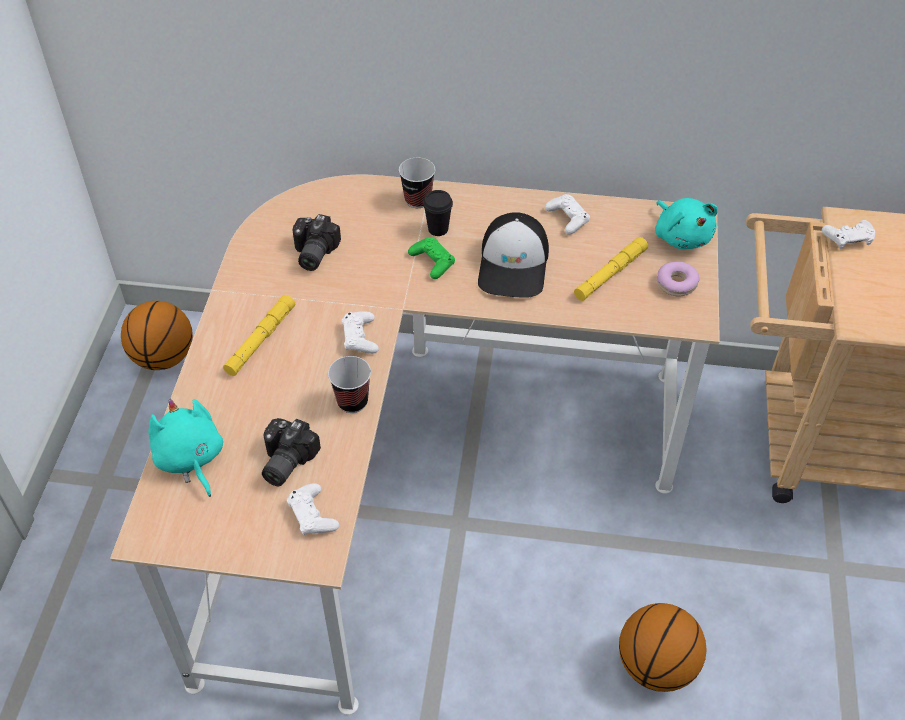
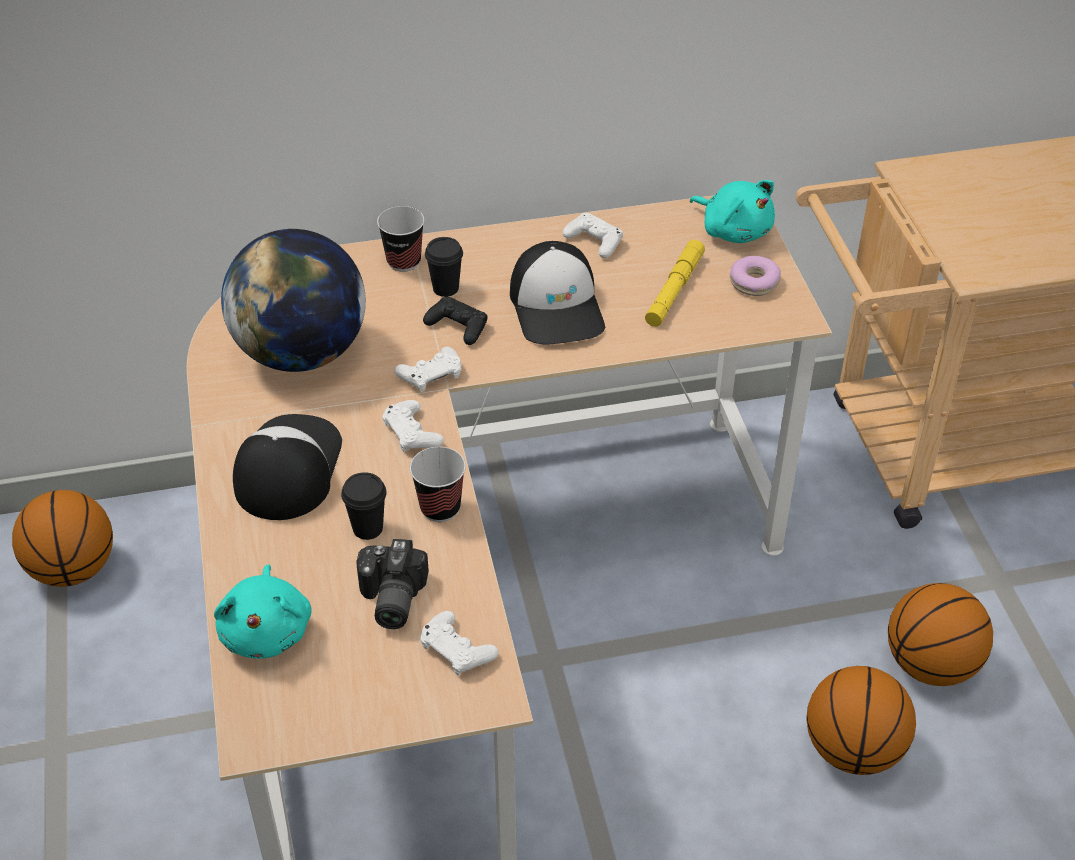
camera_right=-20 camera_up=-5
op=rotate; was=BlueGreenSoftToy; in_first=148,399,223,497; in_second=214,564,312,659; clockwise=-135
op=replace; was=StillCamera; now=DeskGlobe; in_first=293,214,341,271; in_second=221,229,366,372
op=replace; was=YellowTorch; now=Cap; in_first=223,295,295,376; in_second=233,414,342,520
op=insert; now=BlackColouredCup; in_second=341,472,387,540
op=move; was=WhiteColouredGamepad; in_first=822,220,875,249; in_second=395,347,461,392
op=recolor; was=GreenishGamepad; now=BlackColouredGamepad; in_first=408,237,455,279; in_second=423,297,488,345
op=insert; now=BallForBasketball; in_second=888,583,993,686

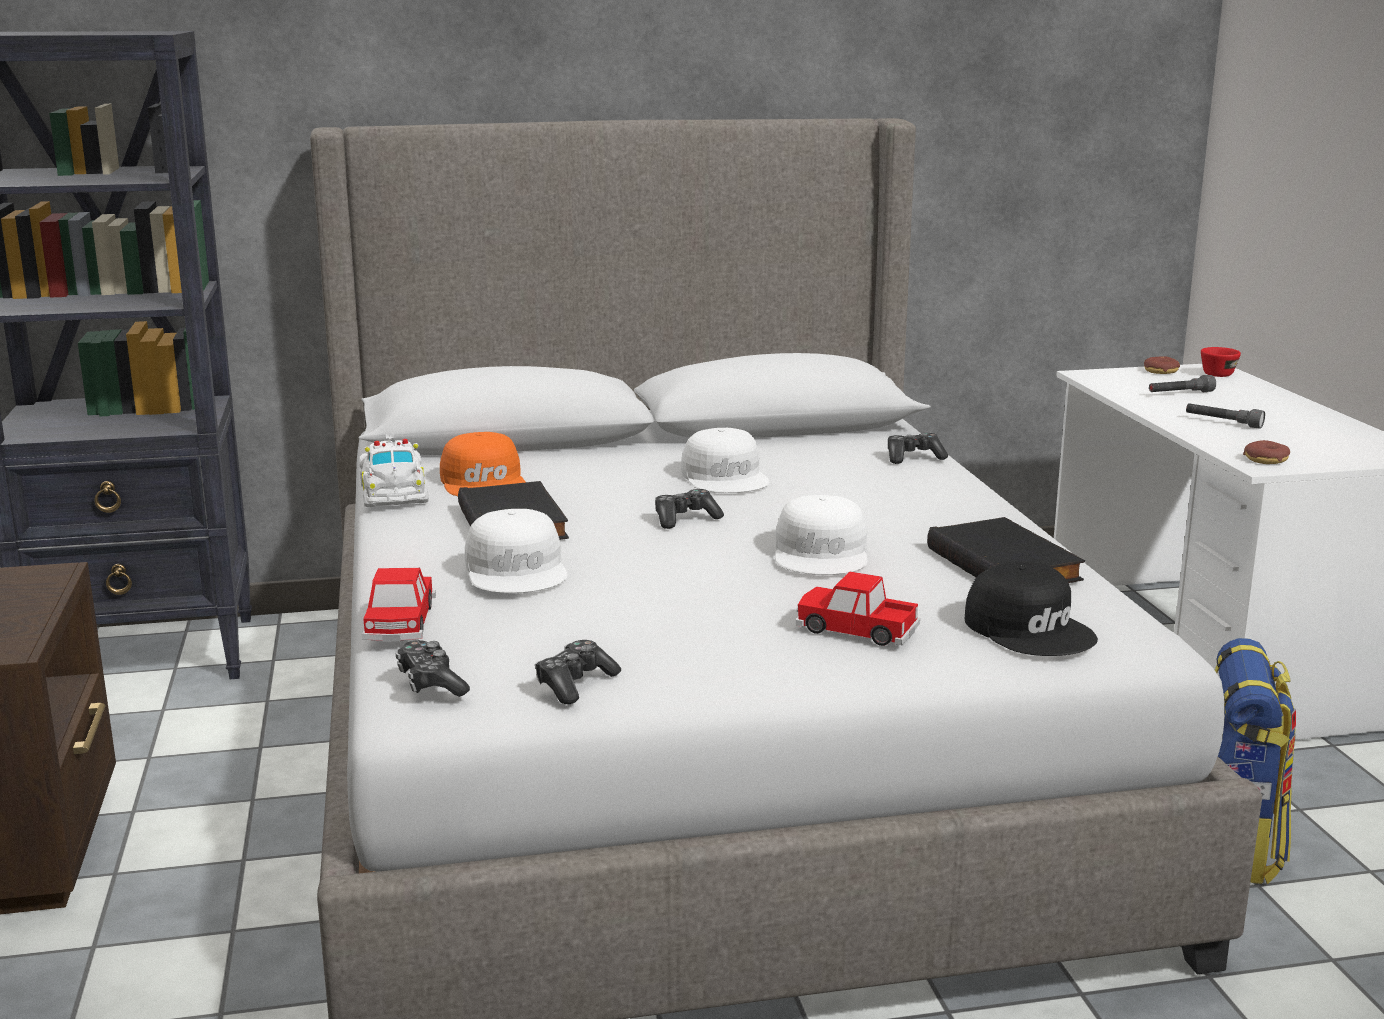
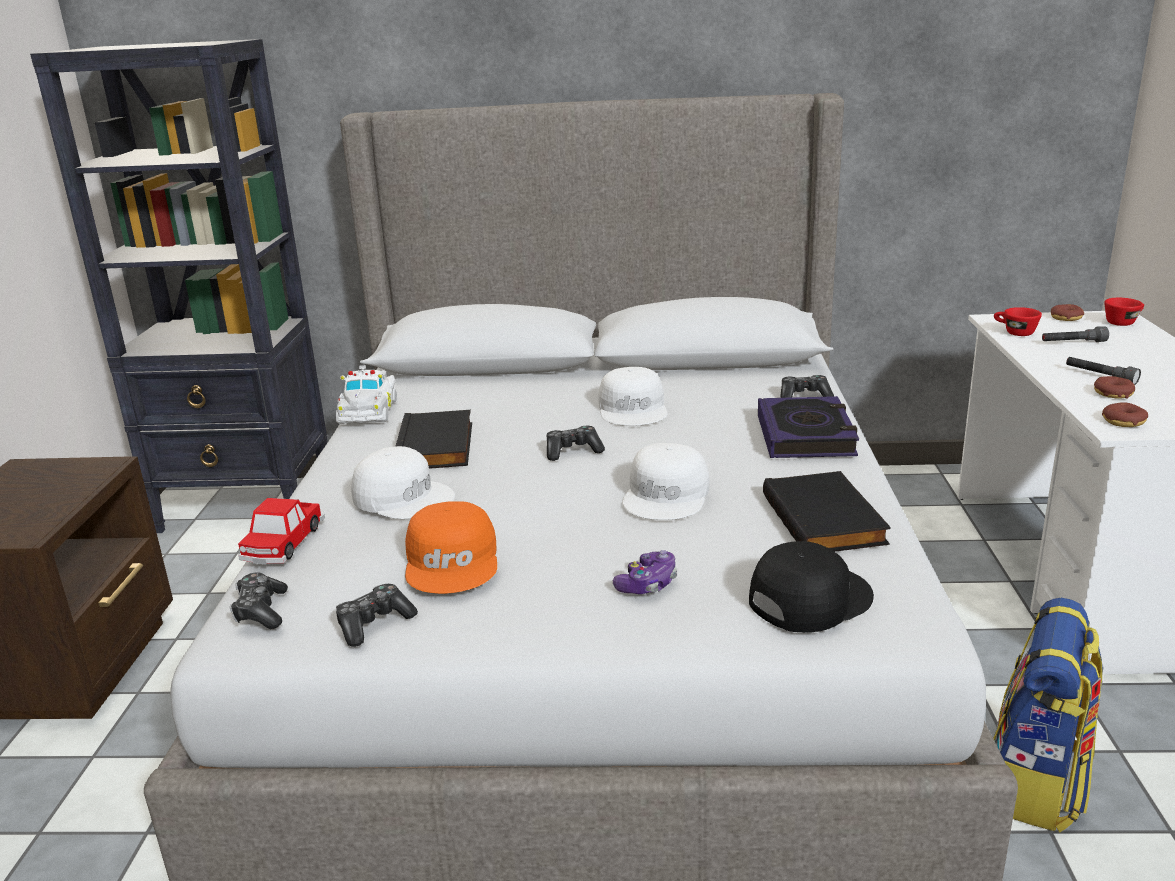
camera_right=15 camera_up=5
op=rotate; was=WhiteColouredCap; in_first=465,509,568,593; in_second=351,446,455,519; clockwise=-60
op=move; was=OrangeyCap; in_first=440,432,525,496; in_second=405,501,497,594
op=replace; was=MiniatureCar; now=Gamepad; in_first=796,572,920,646; in_second=613,550,677,594
op=rotate; was=BlackColouredCap; in_first=965,561,1098,656; in_second=749,541,874,632; clockwise=-105
op=insert; now=Volume; in_second=758,396,859,458
op=insert; now=RedColouredCup; in_second=994,307,1042,336
op=insert; now=RingDoughnut; in_second=1094,376,1135,399

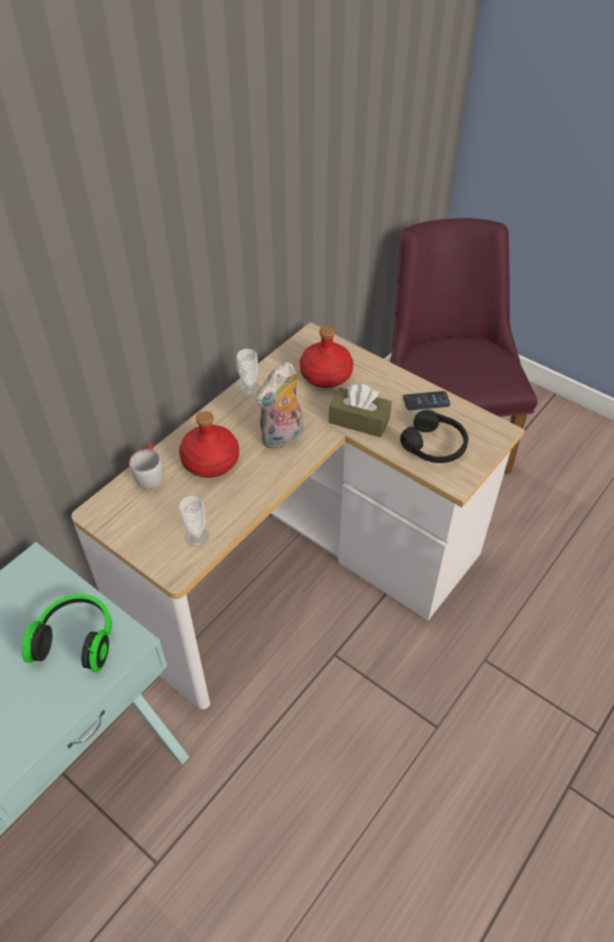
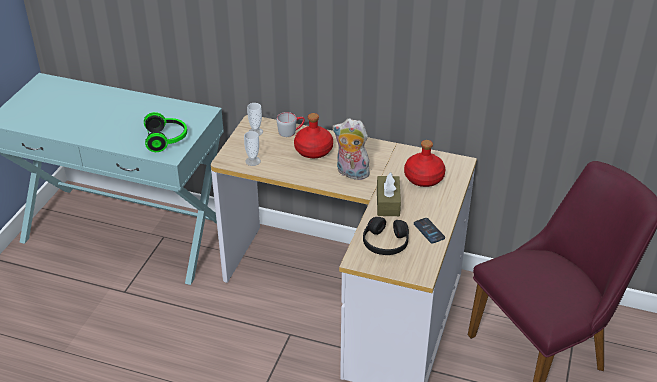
camera_right=70 camera_up=-10
op=move; was=Cup; in_first=237,349,260,396; in_second=247,103,263,136

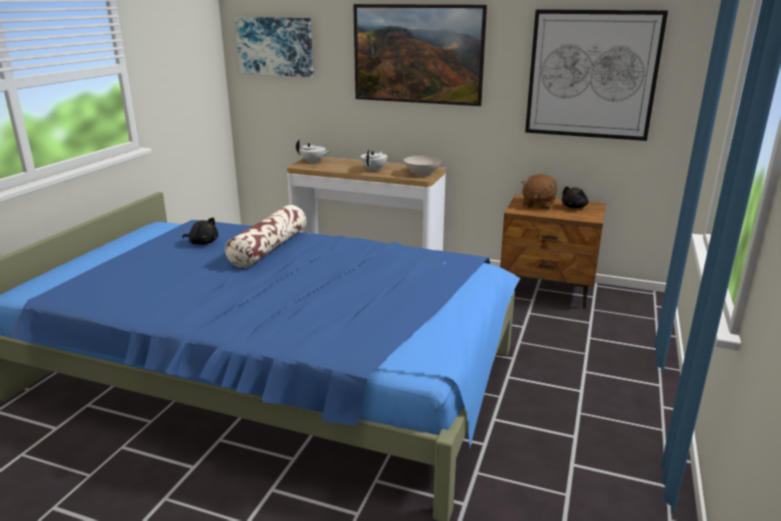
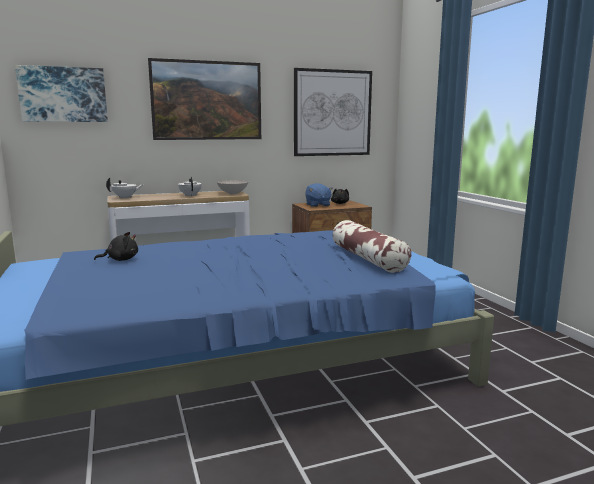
camera_right=-40 camera_up=-10
op=recolor; was=BrownColouredSoftToy; now=BlueColouredSoftToy; in_first=521,174,557,209; in_second=305,183,333,207
op=move; was=Cushion; in_first=225,205,306,268; in_second=333,220,411,273

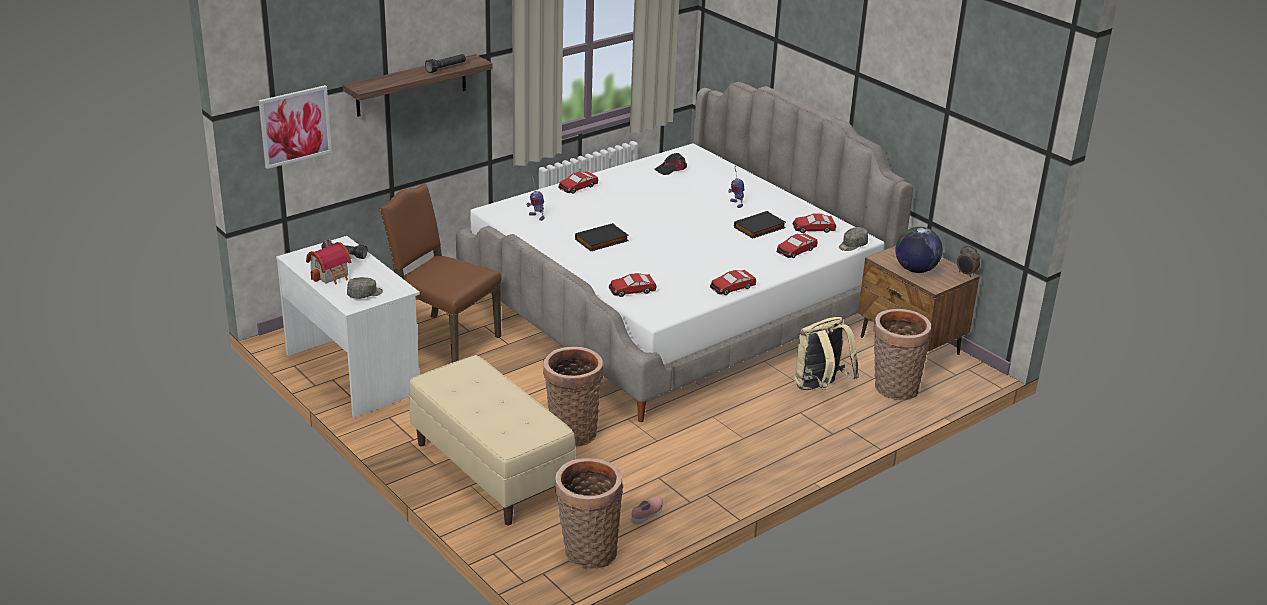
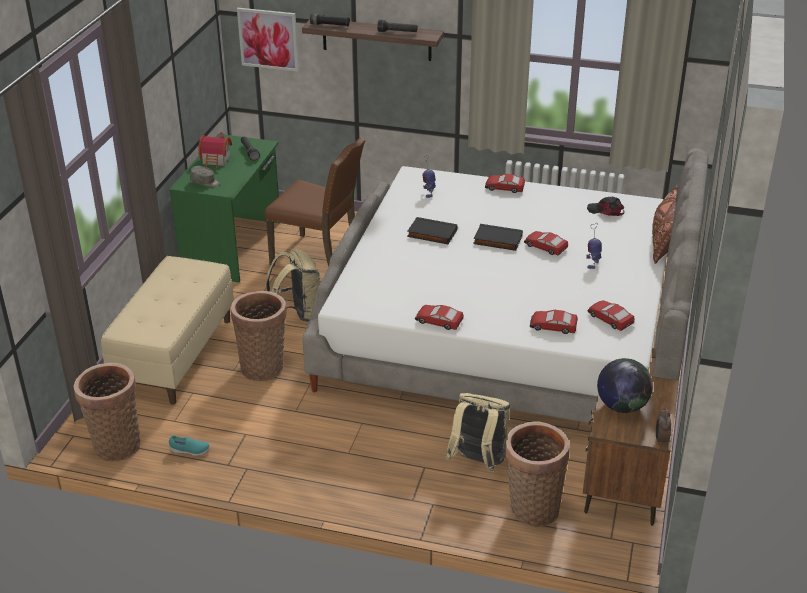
camera_right=55 camera_up=5
op=recolor; was=WhiteColouredDesk; now=GreenishDesk; in_first=276,236,420,418; in_second=169,134,279,282
op=recolor; was=PinkishItemOfFootwear; now=BlueGreenItemOfFootwear; in_first=631,496,663,524; in_second=169,435,210,456
op=rotate; was=BrownColouredChair; in_first=379,184,502,363; in_second=264,138,365,267; clockwise=120
op=insert; now=SandColouredBackpack; in_second=266,248,320,322
op=insert; now=BlackColouredTorch; in_second=310,13,350,26
op=move; was=BlackColouredVolume; in_first=734,211,786,238; in_second=473,224,523,251
op=move; was=MiniatureCar; in_first=609,273,657,297; in_second=524,231,568,255
op=insert; now=BrownColouredCushion; in_second=652,185,678,264
op=delete; was=GreyCap; in_first=839,227,868,251

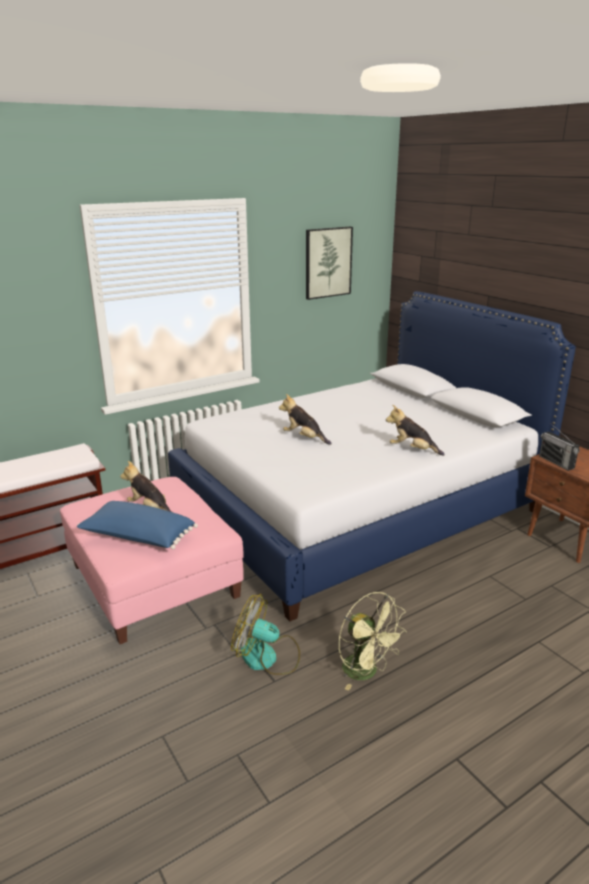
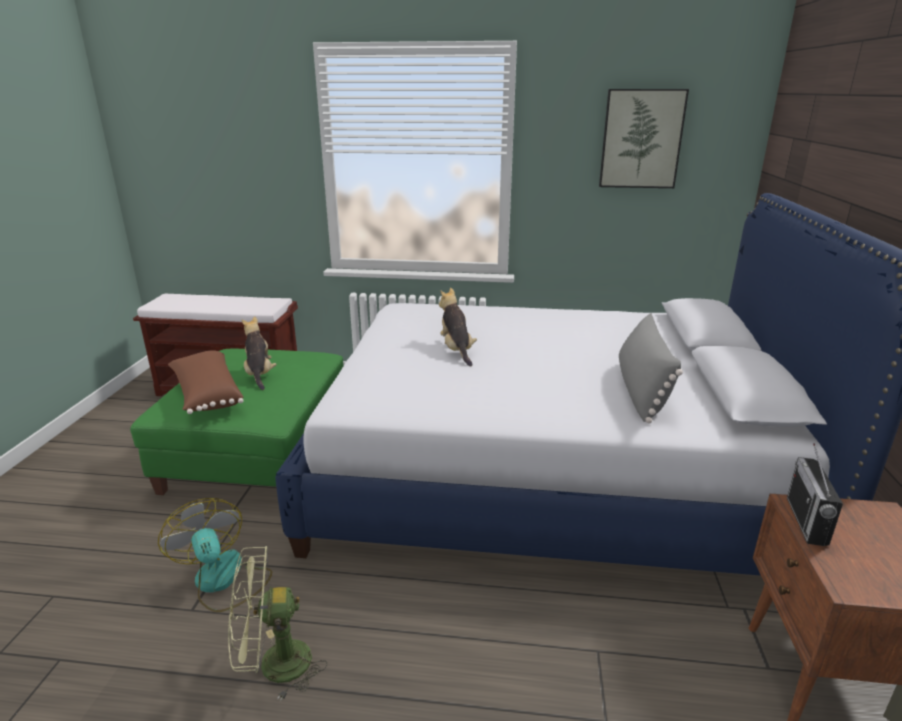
camera_right=40 camera_up=0
op=recolor; was=PinkishOttoman; now=GreenishOttoman; in_first=60,477,244,644; in_second=130,348,344,495
op=recolor; was=BlueColouredCushion; now=BrownColouredCushion; in_first=77,501,198,549; in_second=168,350,244,414
op=rotate; was=GreenishFan; in_first=339,592,407,691; in_second=228,546,327,701; clockwise=75
op=insert; now=GreyCushion; in_second=619,313,683,423
op=delete; was=SoftToy; in_first=386,405,445,456

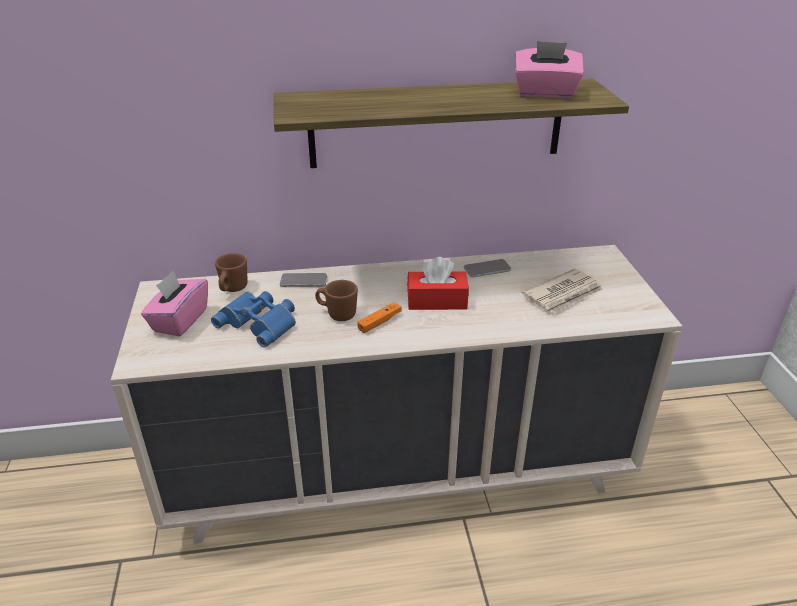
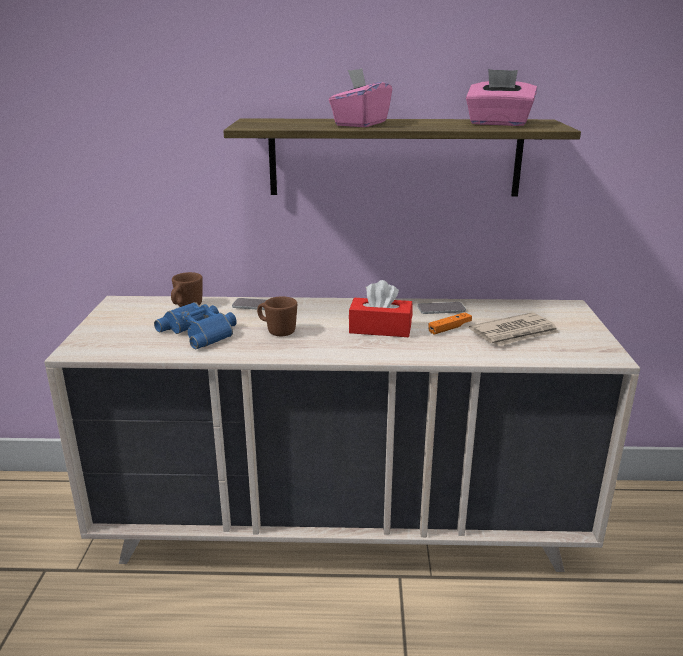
camera_right=10 camera_up=-10
op=move; was=PinkishTissueHolder; in_first=141,271,208,337; in_second=329,68,392,127
op=move; was=OrangeyGamepad; in_first=357,302,402,333; in_second=428,312,472,334

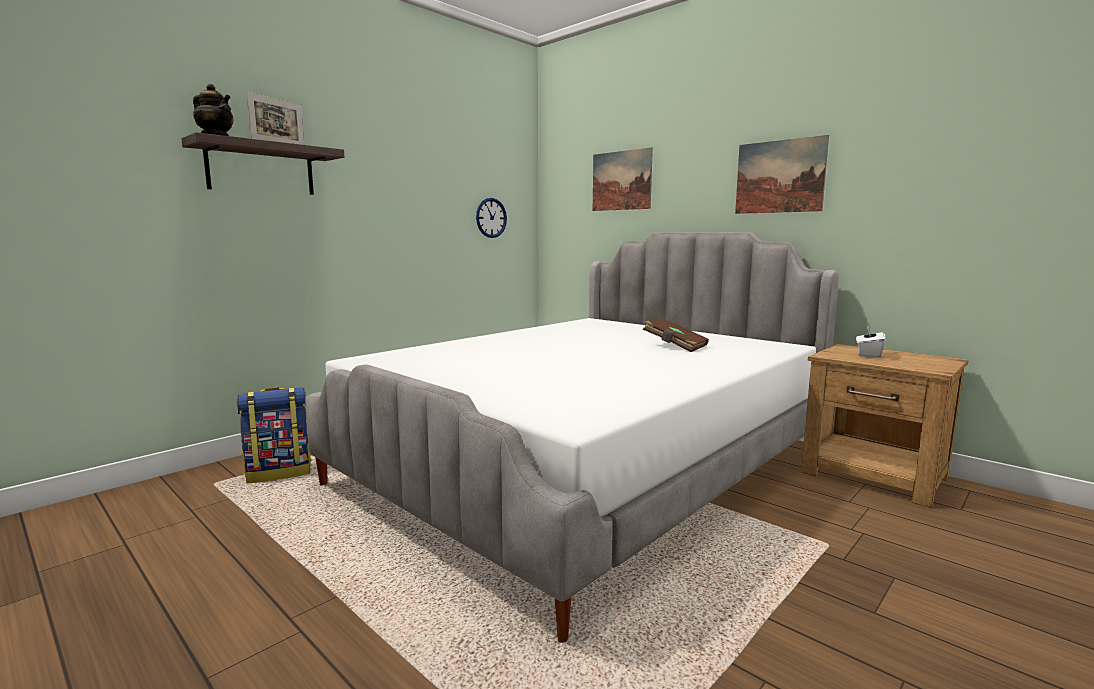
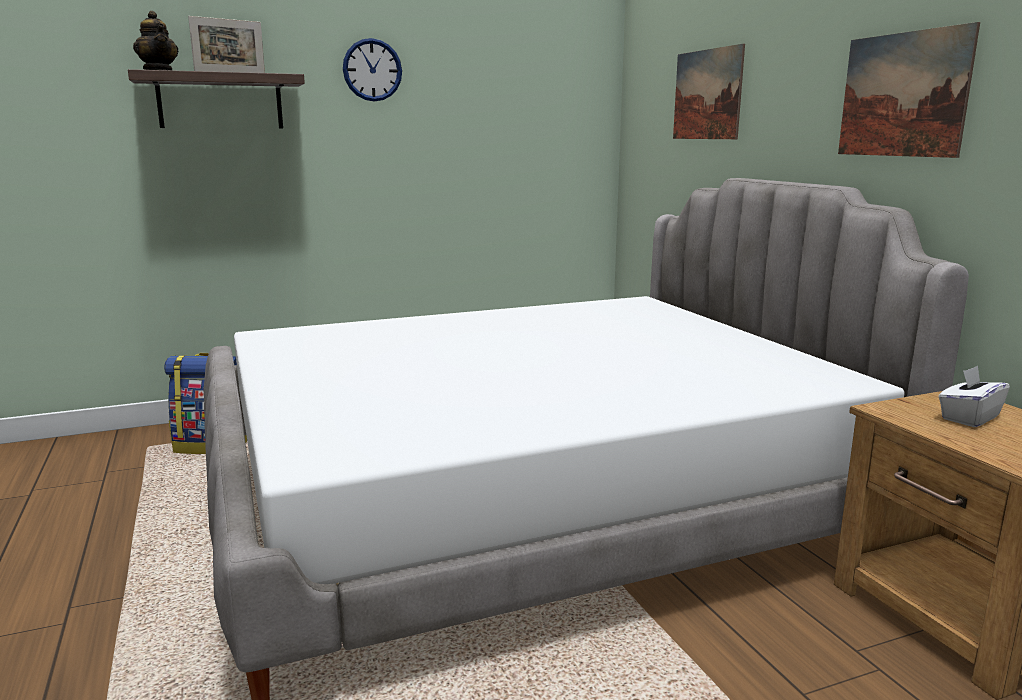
camera_right=25 camera_up=5
op=move; was=WallClock; in_first=476,198,507,238; in_second=343,38,402,101
op=delete; was=BrownColouredVolume; in_first=643,318,709,352

